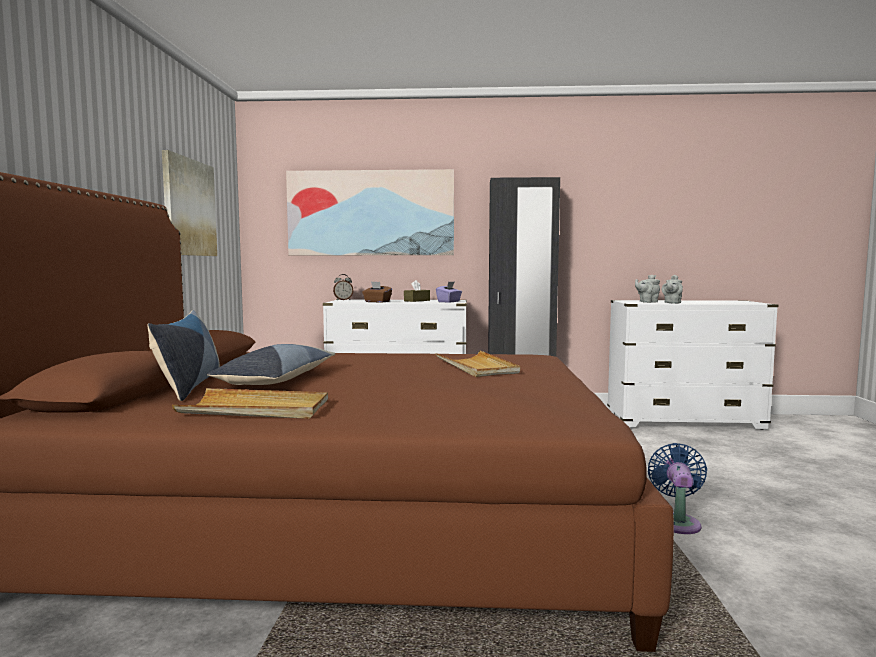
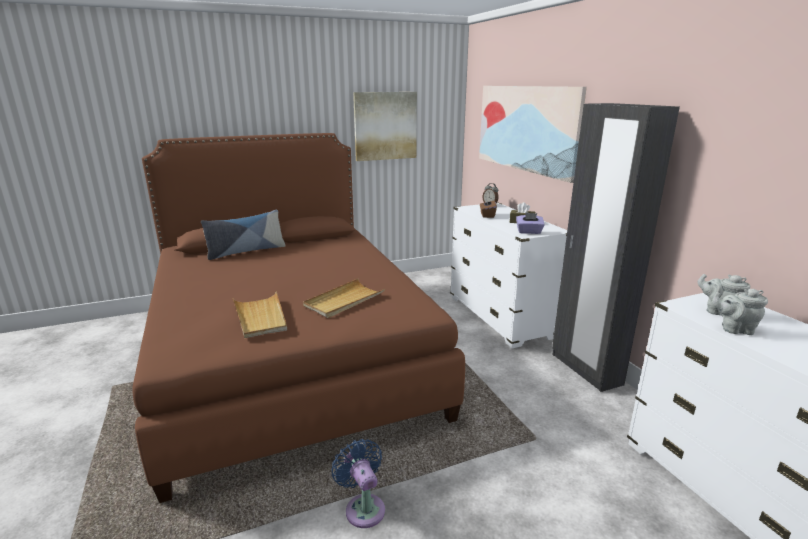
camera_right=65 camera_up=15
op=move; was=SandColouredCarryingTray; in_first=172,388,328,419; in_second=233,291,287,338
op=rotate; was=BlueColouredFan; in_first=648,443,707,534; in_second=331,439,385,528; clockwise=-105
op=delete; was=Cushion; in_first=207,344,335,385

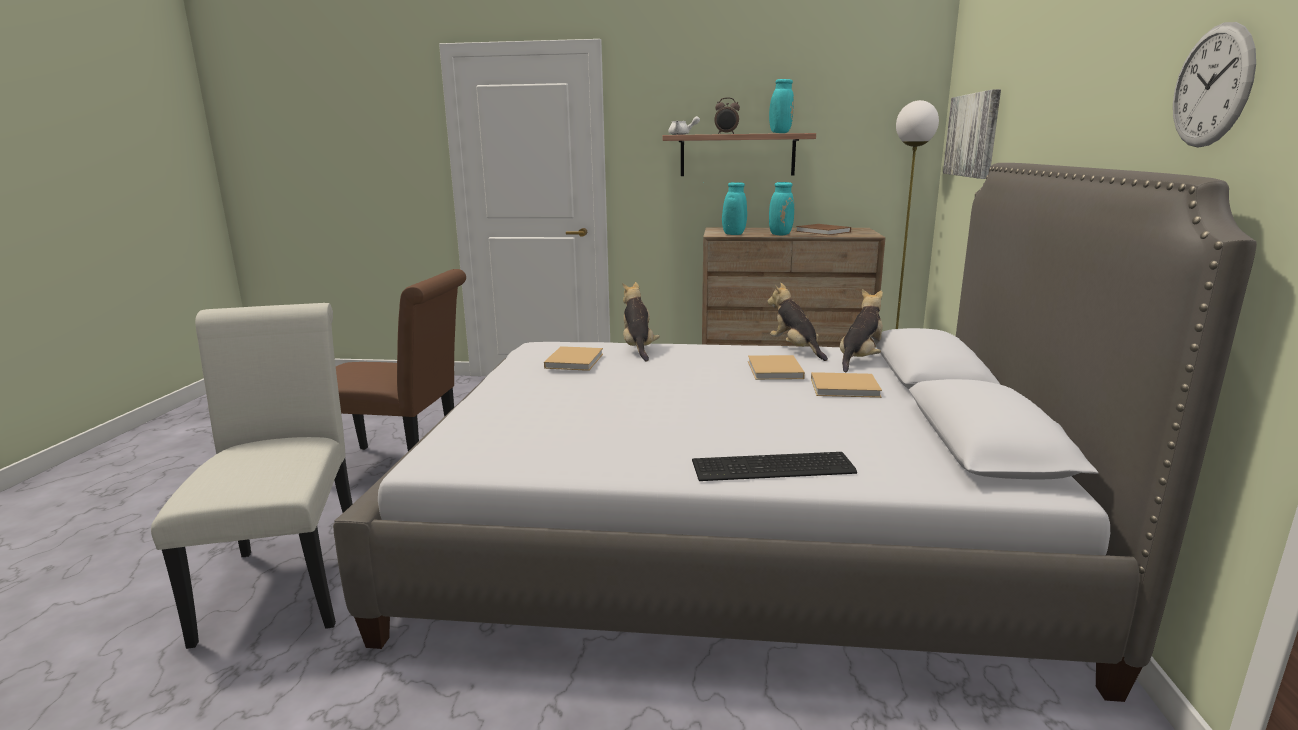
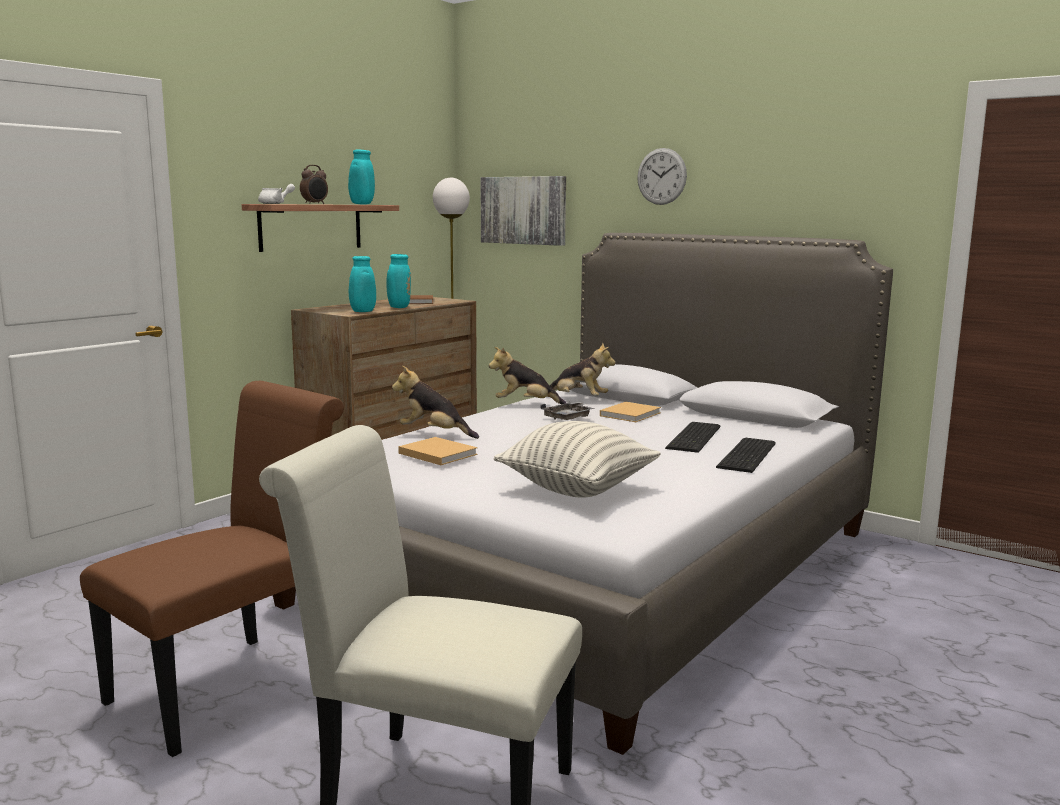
camera_right=-60 camera_up=-5
op=insert; now=Cushion; in_second=493,421,661,498
op=replace; was=SandColouredVolume; now=GreyCarryingTray; in_first=748,355,805,380; in_second=541,402,595,420
op=rotate; was=SoftToy; in_first=840,289,883,372; in_second=550,342,615,396; clockwise=135
op=move; was=WallClock; in_first=1173,22,1256,147; in_second=637,148,687,205
op=insert; now=Keyboard; in_second=665,422,721,453

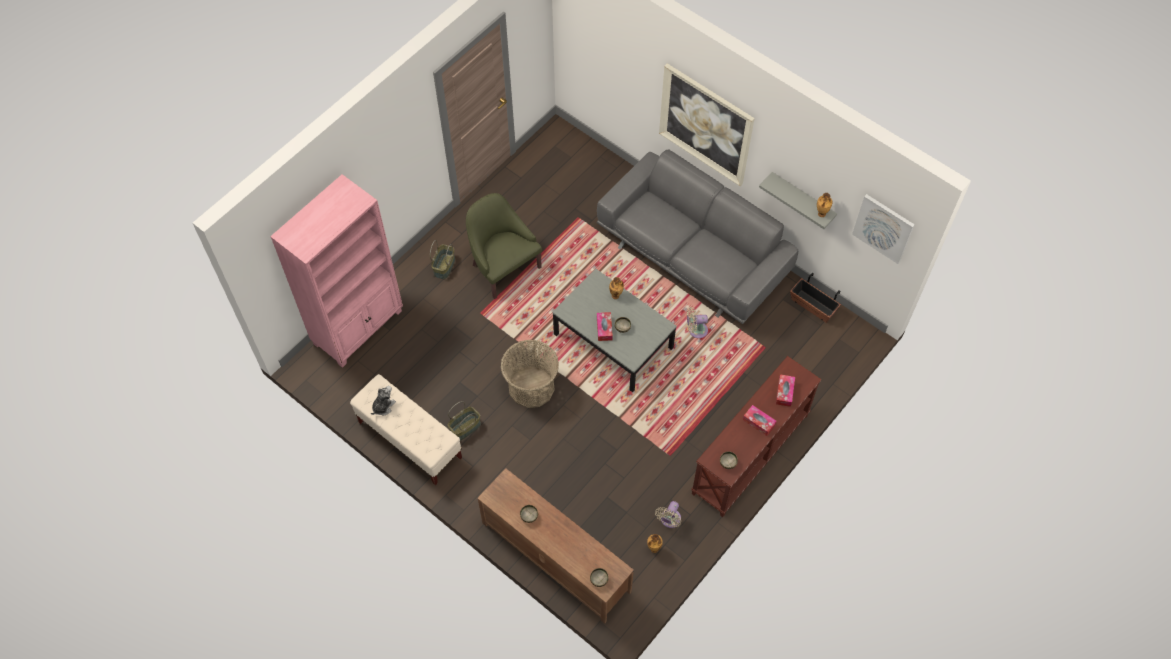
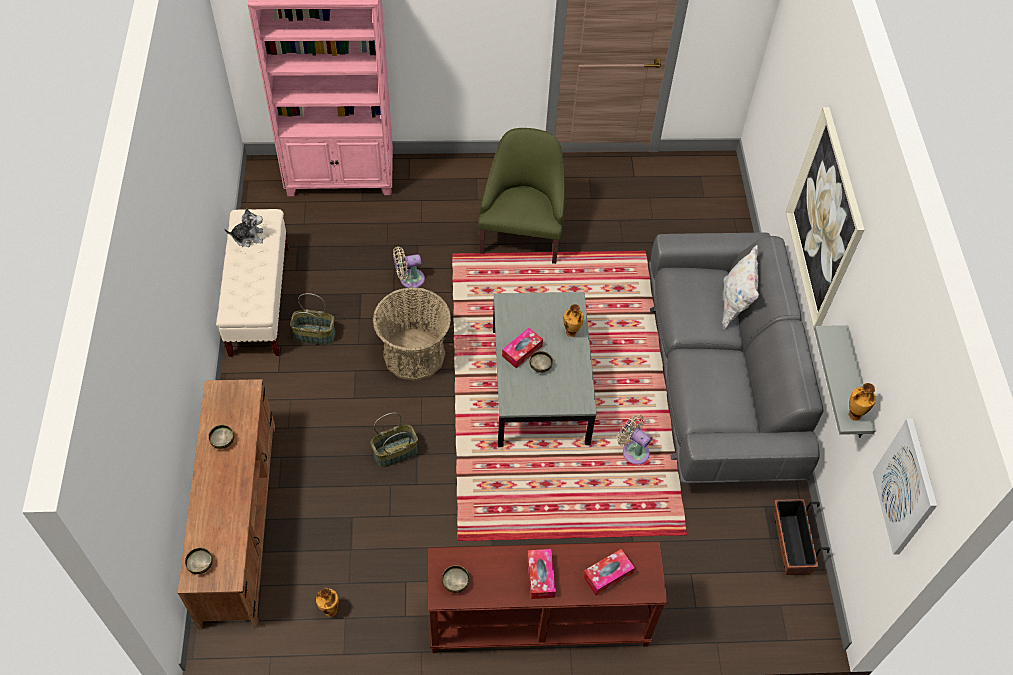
camera_right=45 camera_up=-5
op=move; was=StorageBasket; in_first=430,240,455,279; in_second=371,413,418,467
op=move; was=SandColouredFan; in_first=655,501,681,528; in_second=393,247,425,288
op=insert; now=WhiteColouredCushion; in_second=722,245,759,330

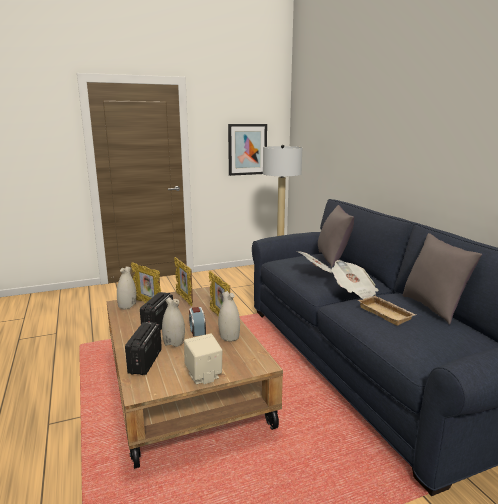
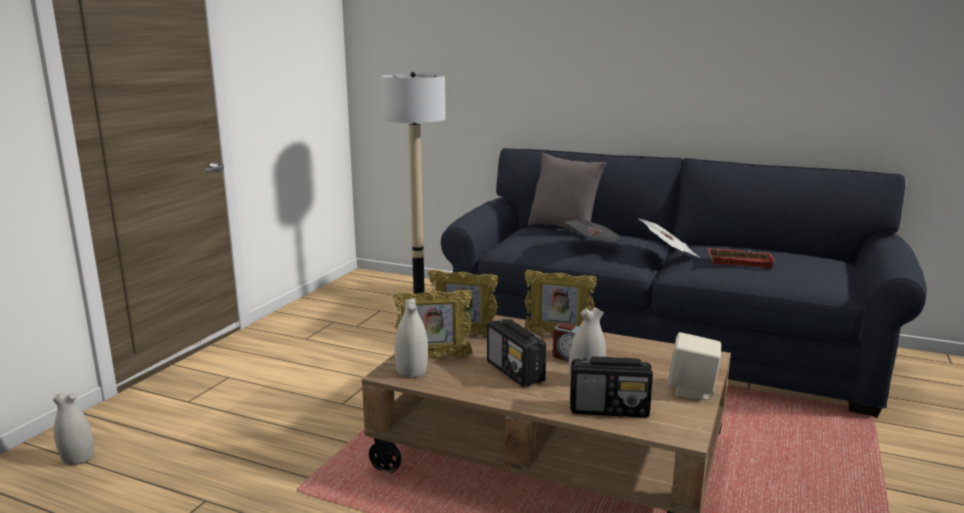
camera_right=-45 camera_up=0
op=move; was=WhiteColouredFlowerVase; in_first=218,291,240,341; in_second=53,393,94,465
op=rotate; was=RadioSet; in_first=125,322,162,375; in_second=570,356,653,418; clockwise=-45
op=recolor; was=SandColouredCarryingTray; now=RedColouredCarryingTray; in_first=358,296,416,326; in_second=708,248,776,268
op=delete; was=Picture; in_first=228,124,267,176
op=delete; was=GreyCushion; in_first=402,233,482,325

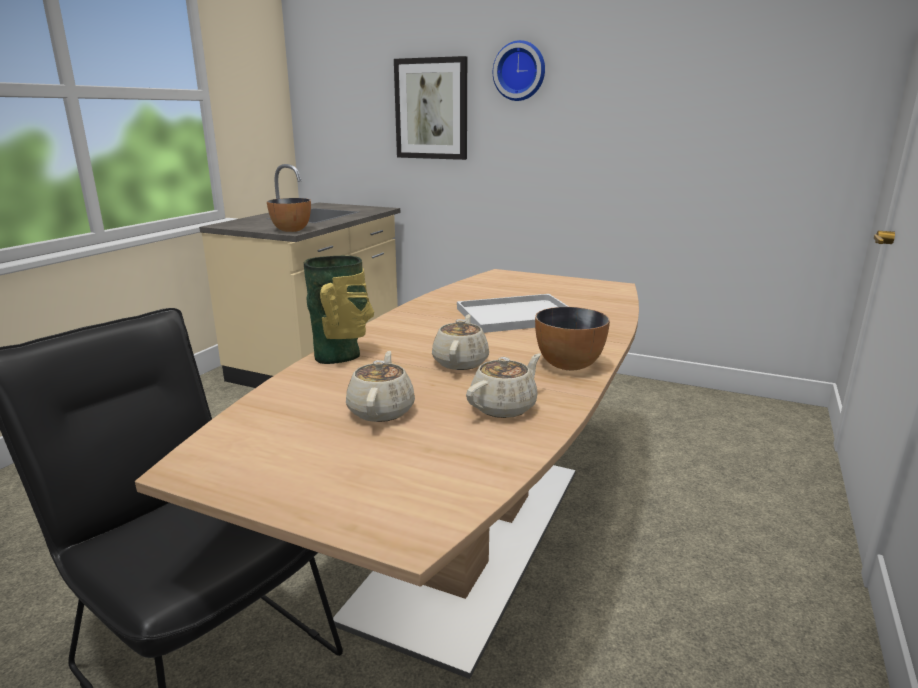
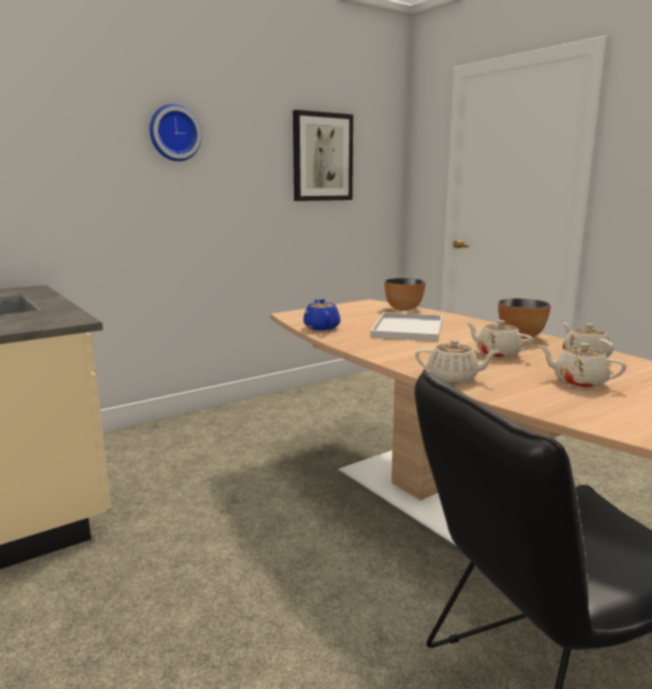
camera_right=-60 camera_up=-5
op=move; was=Picture; in_first=394,56,467,160; in_second=293,110,353,201
op=insert; now=BlueColouredTeaPot; in_second=303,299,341,331
op=move; was=Bowl; in_first=267,198,311,232; in_second=385,278,425,311
op=replace; was=FlowerVase; now=SandColouredTeaPot; in_first=304,256,374,364; in_second=415,339,499,383

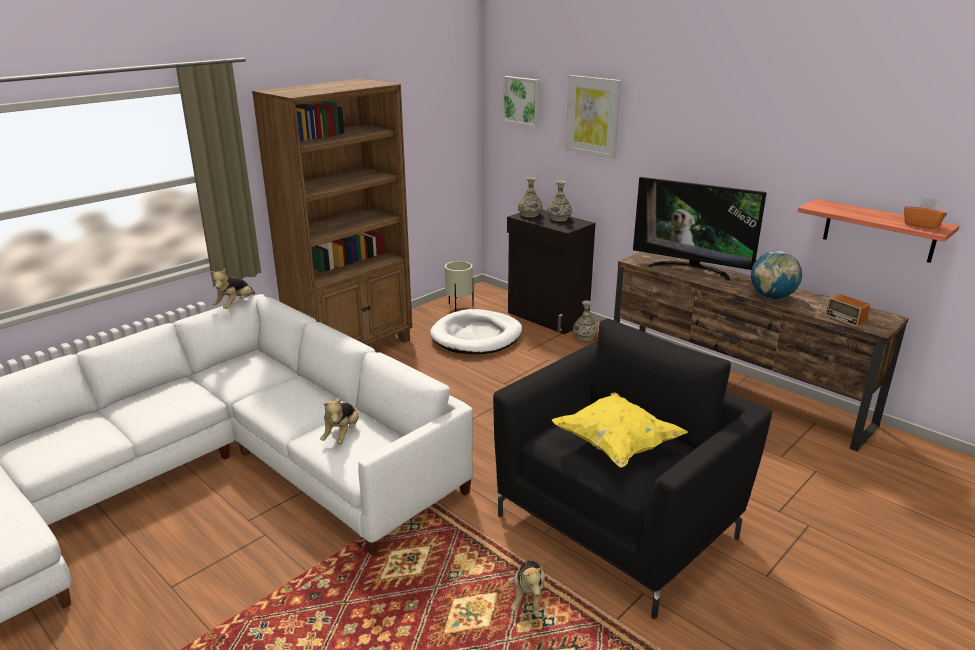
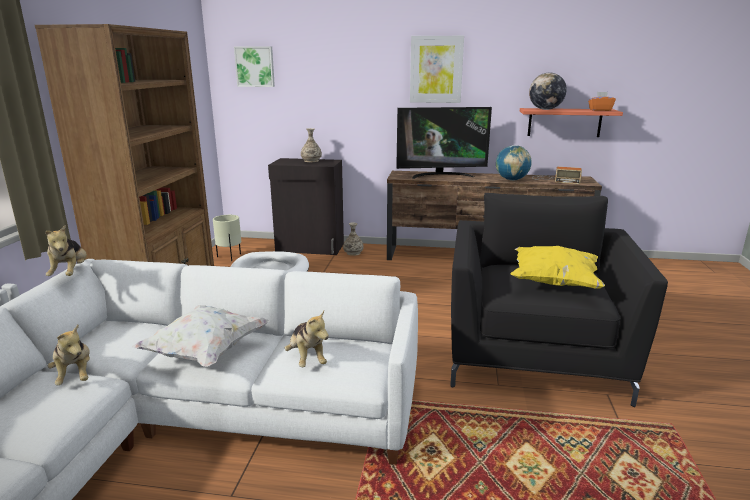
camera_right=-35 camera_up=-5
op=move; was=SoftToy; in_first=507,560,545,615; in_second=48,325,90,385
op=insert; now=WhiteColouredCushion; in_second=133,305,269,367
op=move; was=Picture; in_first=565,75,621,159; in_second=410,36,464,103
op=insert; now=DeskGlobe; in_second=529,73,567,110
op=delete; was=FlowerVase; in_first=518,177,543,217

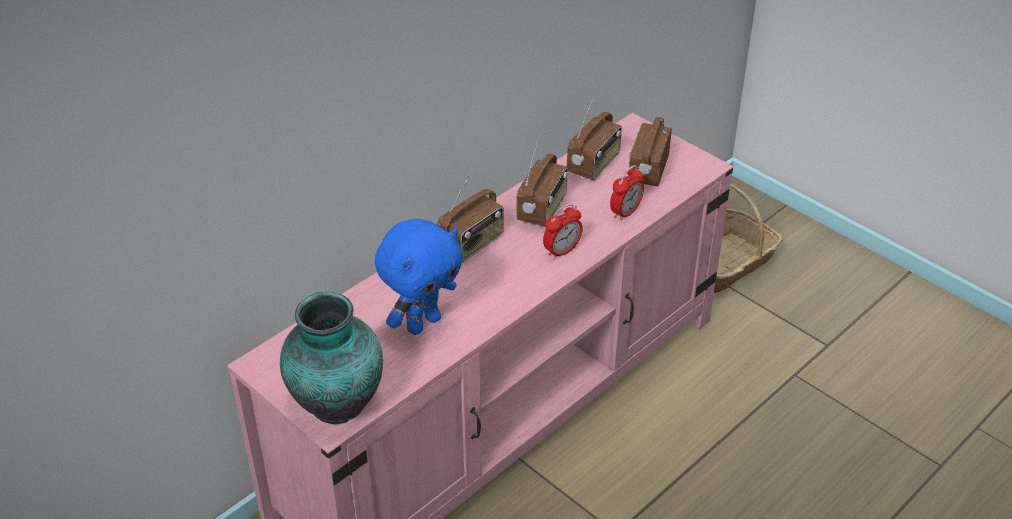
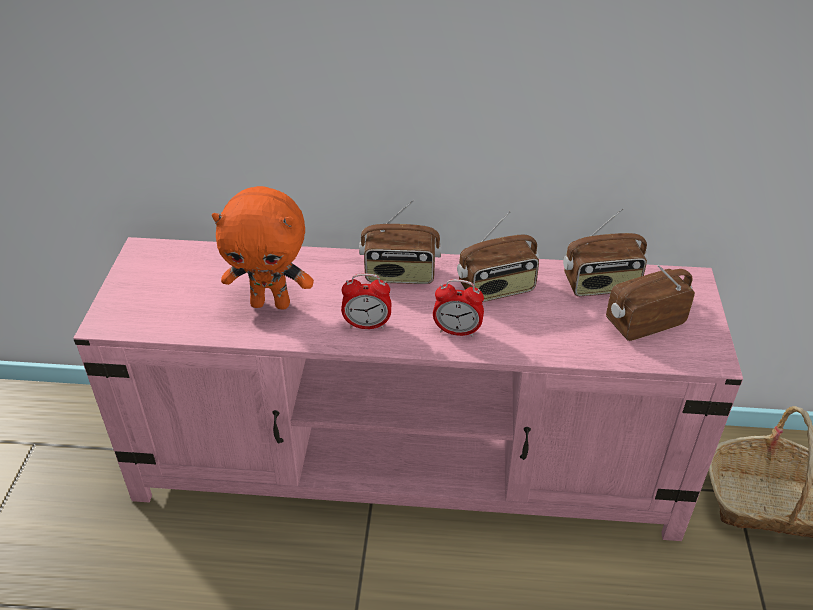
camera_right=50 camera_up=0
op=recolor; was=BlueColouredSoftToy; now=OrangeySoftToy; in_first=375,218,463,335; in_second=212,186,314,310
op=move; was=TableClock; in_first=610,165,644,221; in_second=341,274,391,329
op=delete; was=FlowerVase; in_first=280,292,383,424

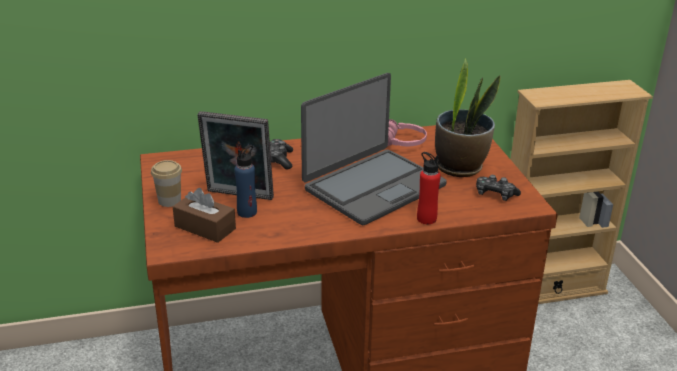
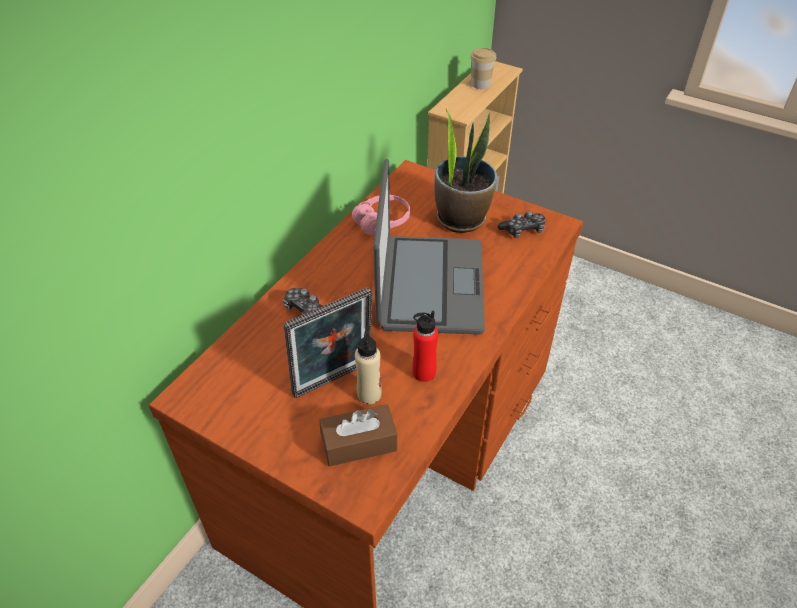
camera_right=-45 camera_up=15
op=recolor; was=BlueColouredBeverageBottle; now=SandColouredBeverageBottle; in_first=235,145,257,218; in_second=355,326,382,404
op=move; was=RedColouredBeverageBottle; in_first=417,152,441,224; in_second=412,311,438,382
op=move; was=Cup; in_first=151,160,182,207; in_second=470,48,496,89

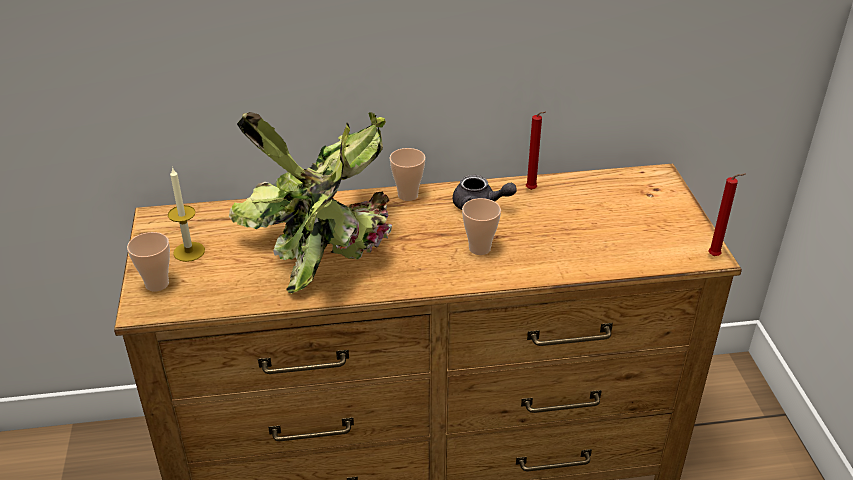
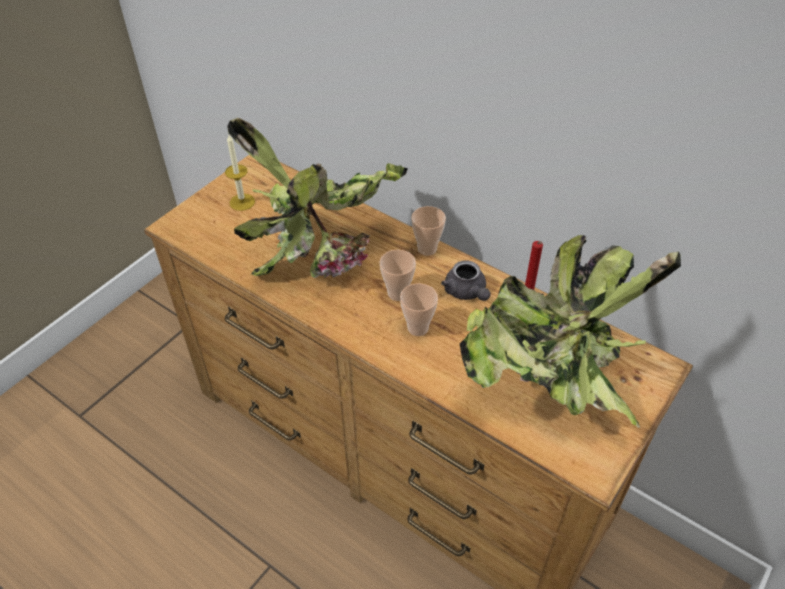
camera_right=45 camera_up=10
op=move; was=Cup; in_first=127,232,170,291; in_second=380,250,416,301
op=insert; now=PottedPlant; in_second=460,235,681,428
op=delete; was=RedColouredWaxLight; in_first=708,173,746,256

